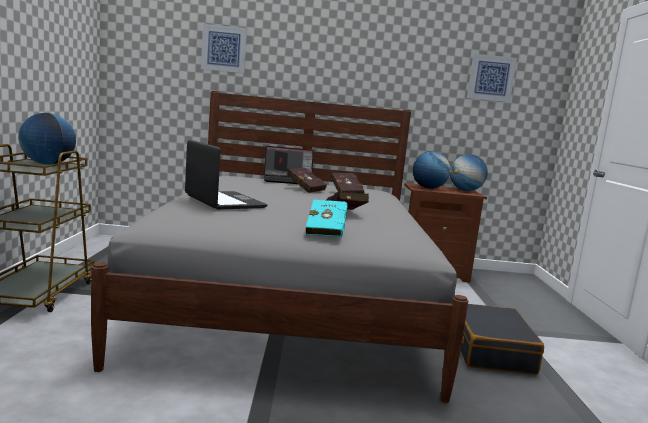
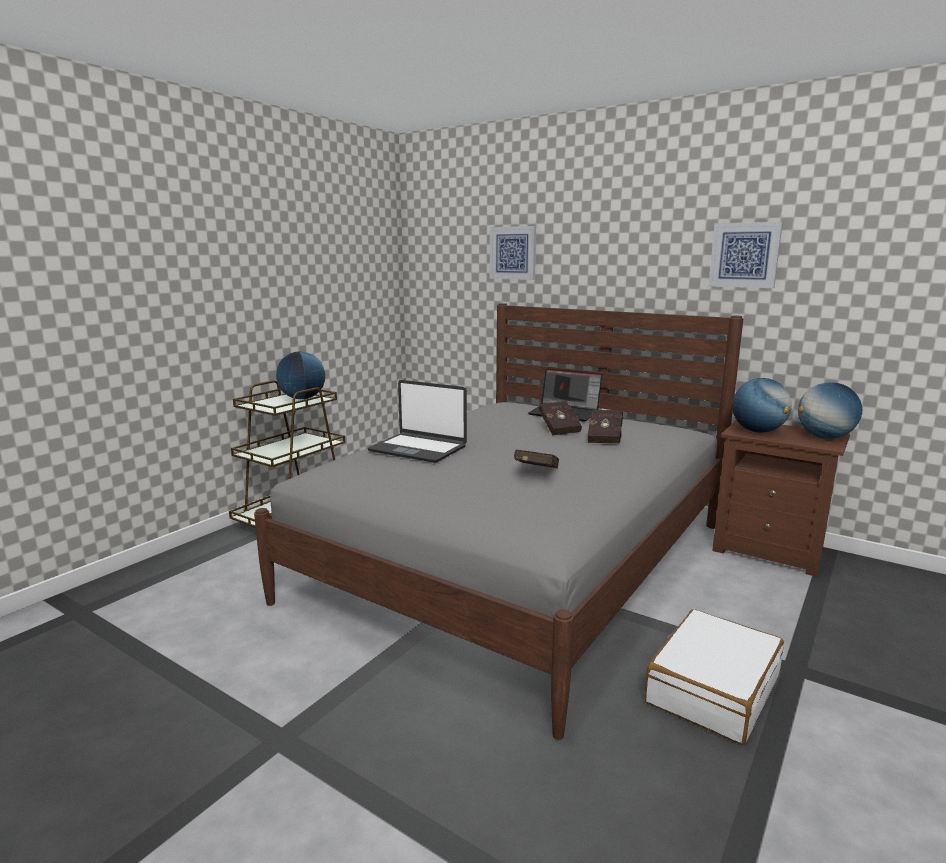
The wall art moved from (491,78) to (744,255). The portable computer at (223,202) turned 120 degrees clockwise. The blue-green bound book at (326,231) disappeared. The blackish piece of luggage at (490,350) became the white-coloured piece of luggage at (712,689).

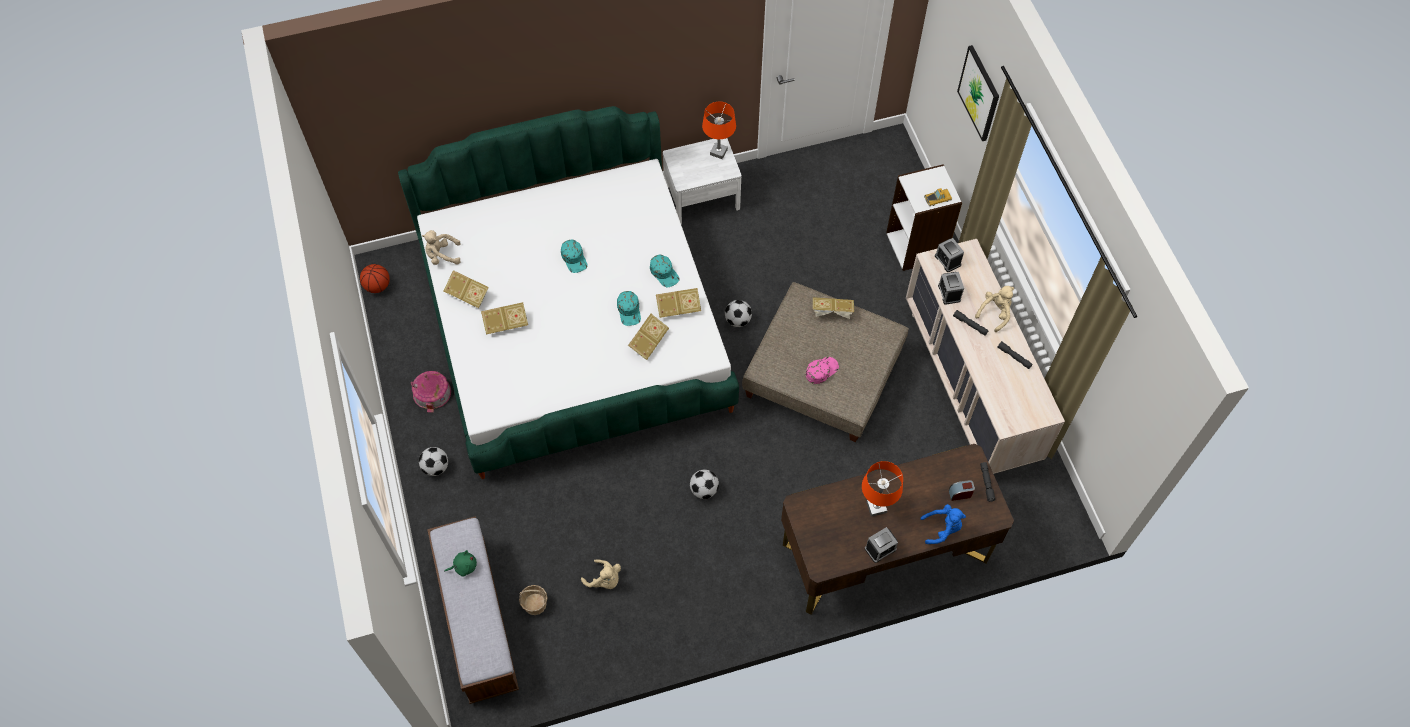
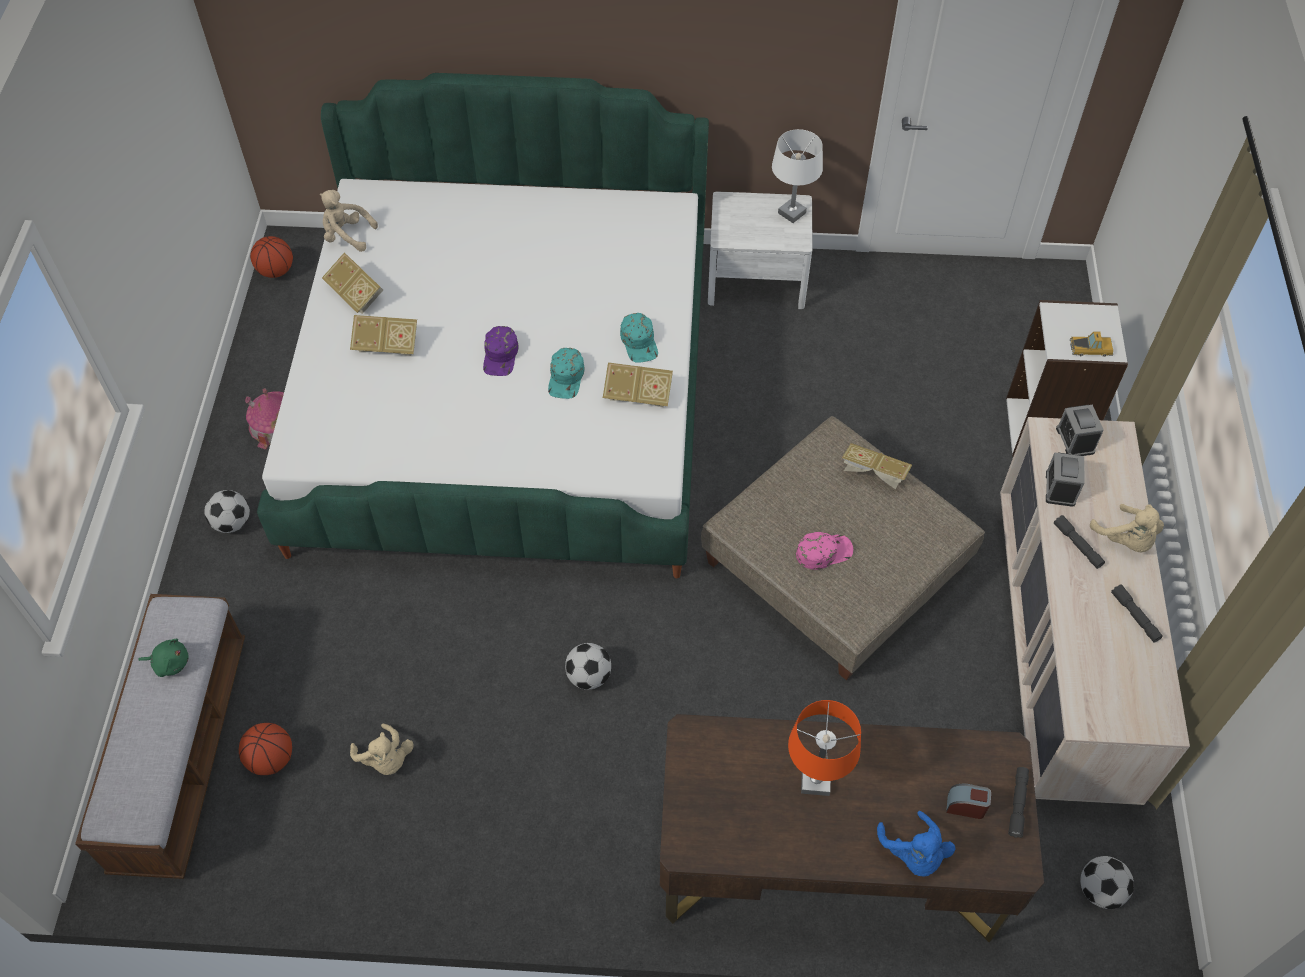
The wall art at (979,93) disappeared. The orange-coloured table lamp at (718,152) became the white-coloured table lamp at (791,213). The blue-green cap at (574,258) disappeared. The sand-coloured plush toy at (995,313) turned 90 degrees clockwise. The football ball moved from (738,320) to (1100,890). The bound book at (648,342) disappeared. The blue-coloured plush toy at (942,528) turned 60 degrees clockwise. The alarm clock at (880,549) disappeared. The storage basket at (535,604) was replaced by the basketball at (271,759). The purplish cap at (501,356) appeared.

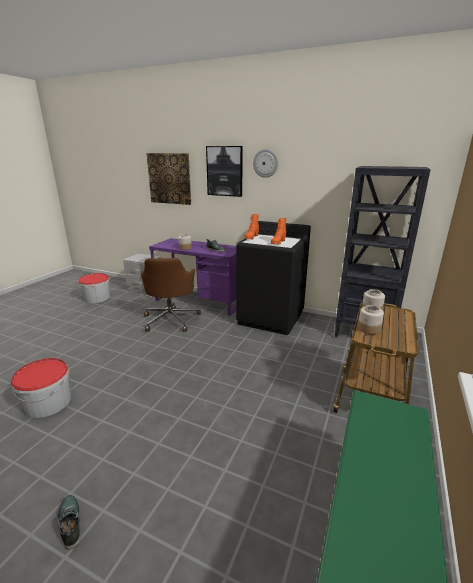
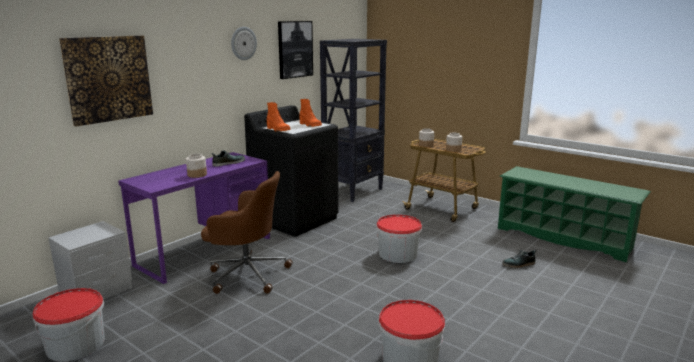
The wall art moved from (225,171) to (295,49). The low shoe moved from (70,523) to (519,264). The bucket at (398,254) appeared.

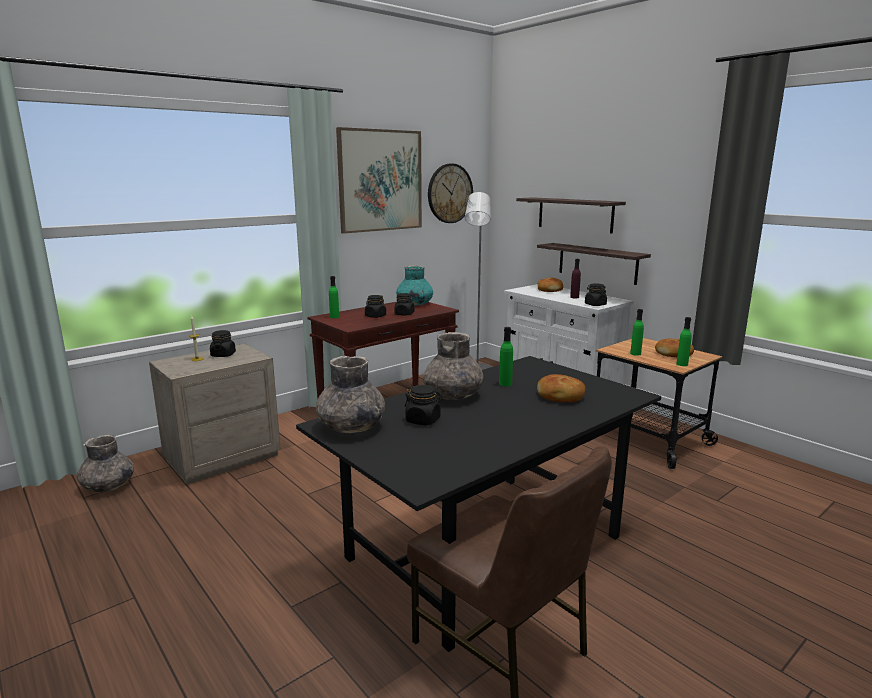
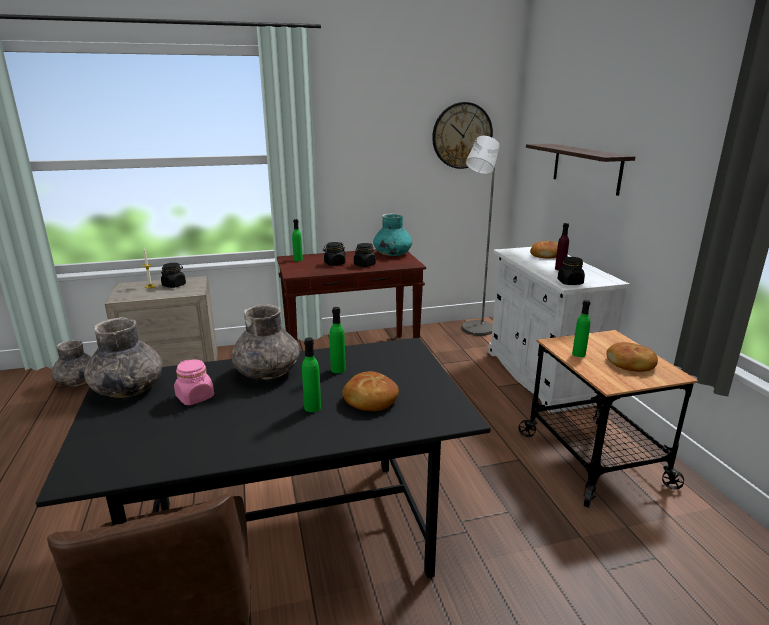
The wall art at (380,180) disappeared. The wall shelf at (597,263) disappeared. The green bottle moved from (682,364) to (312,407). The blackish jar at (423,420) became the pink-coloured jar at (195,397).

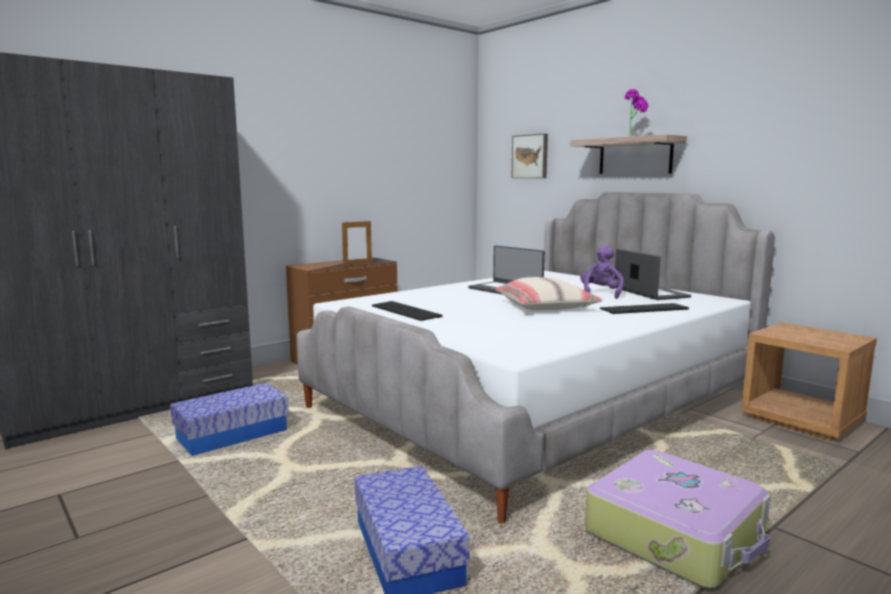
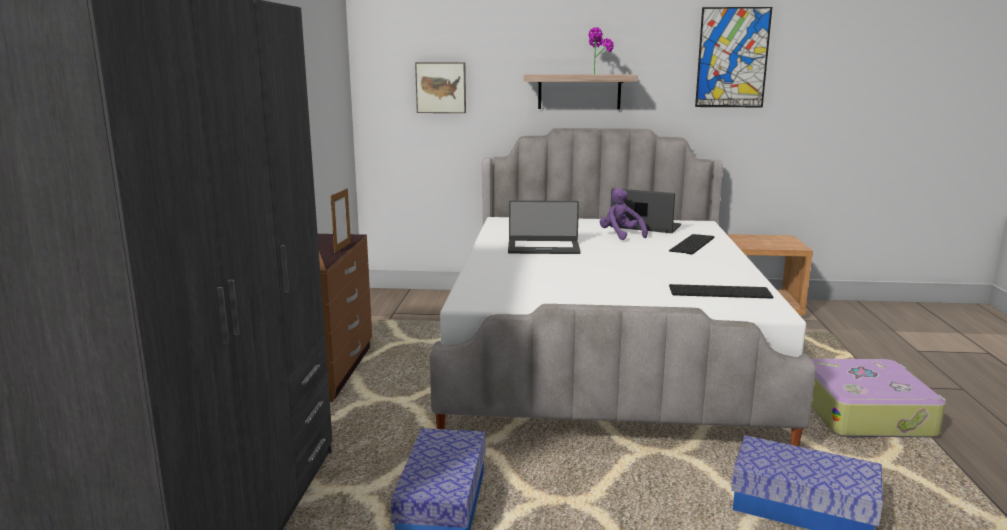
The sand-coloured throw pillow at (545,307) disappeared. The computer keyboard moved from (407,311) to (720,291). The wall art at (732,58) appeared.

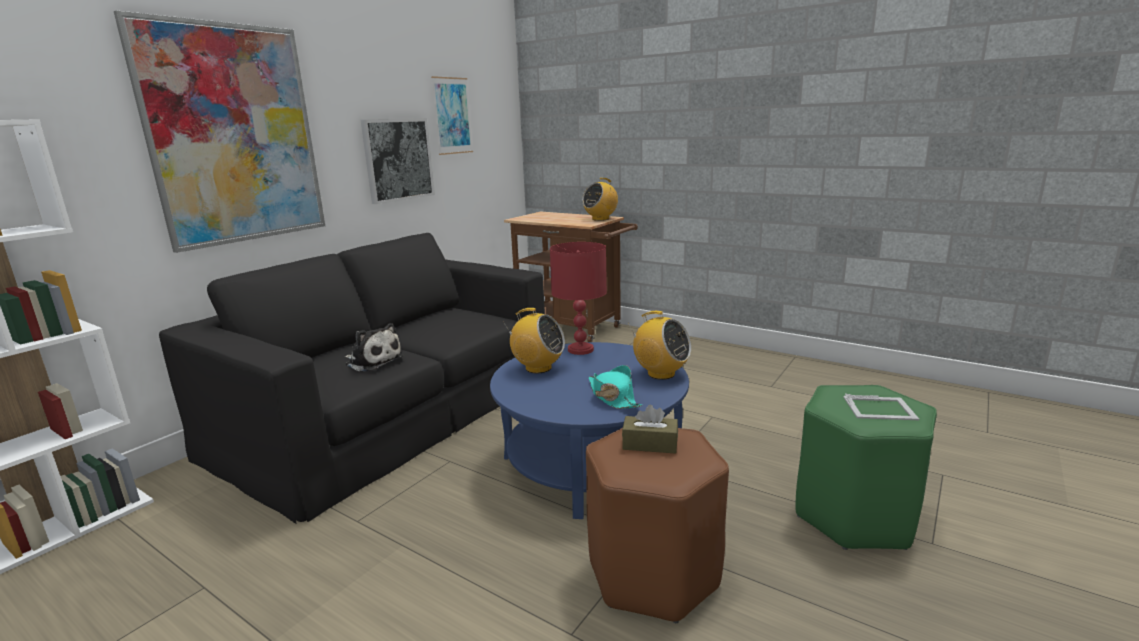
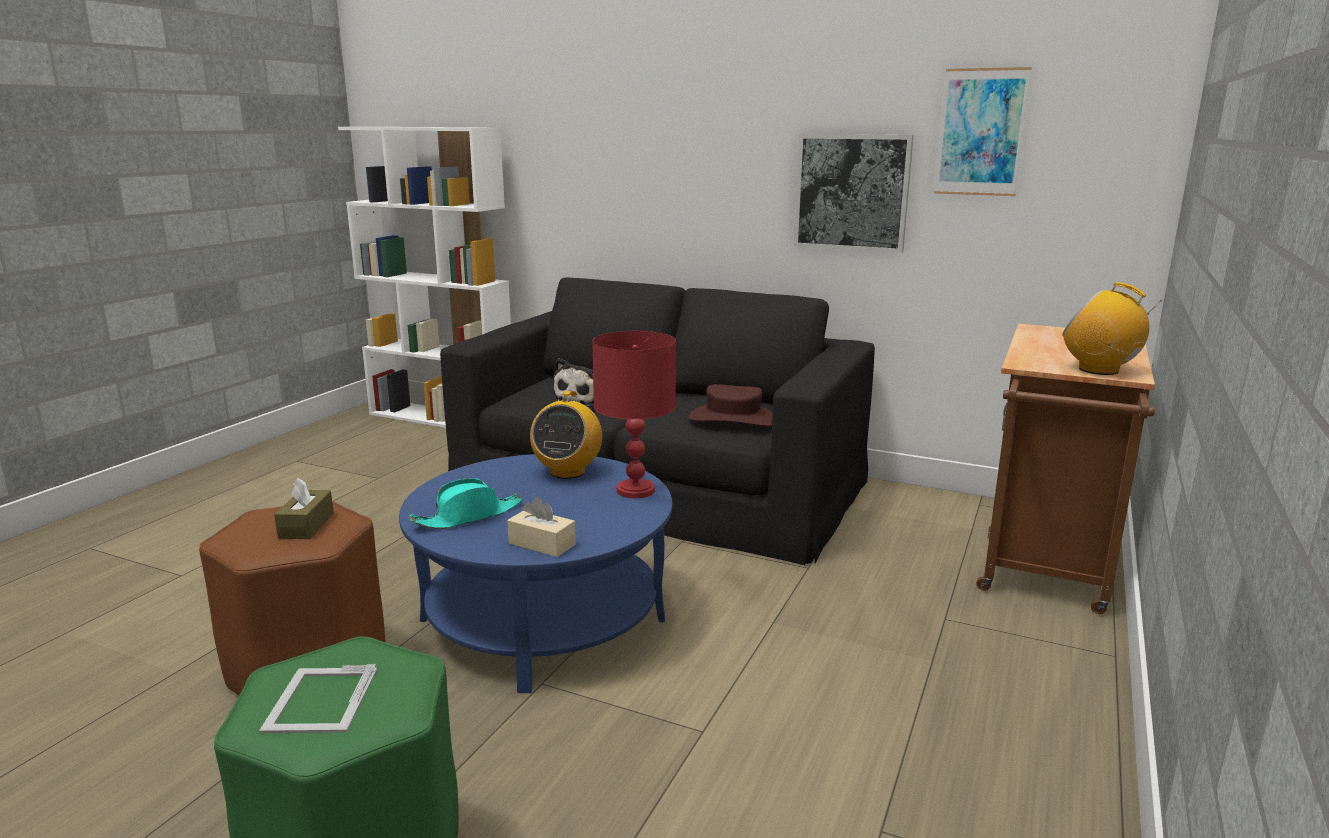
The wall art at (234,135) disappeared. The radio at (660,374) was replaced by the sand-coloured tissue box at (542,544). The brownish clothing hat at (733,419) appeared.

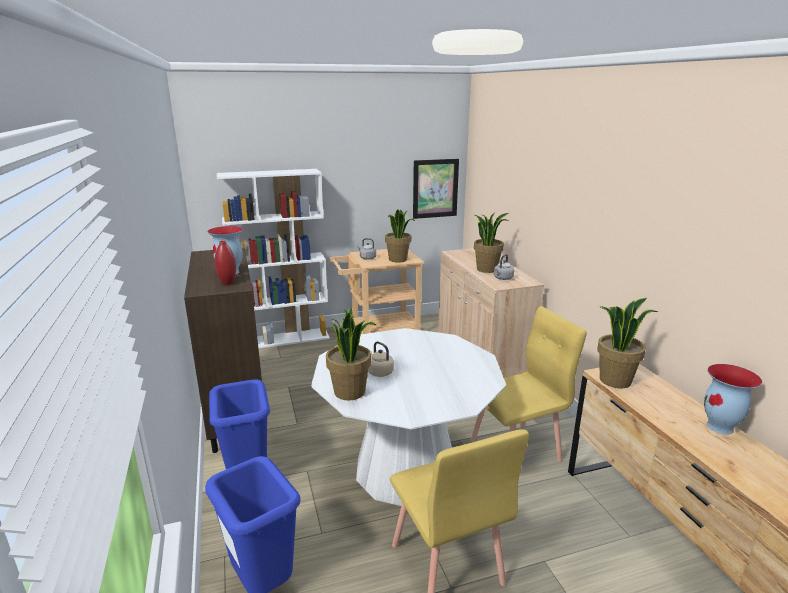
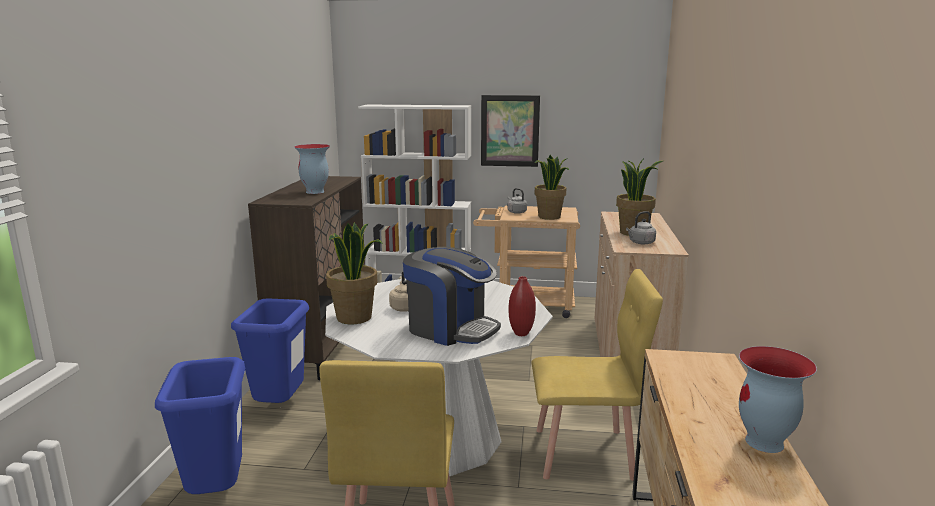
The wall art moved from (435,188) to (510,131). The reddish decorative vase moved from (227,283) to (521,333). The houseplant at (615,380) disappeared. The coffee brewer at (450,329) appeared.

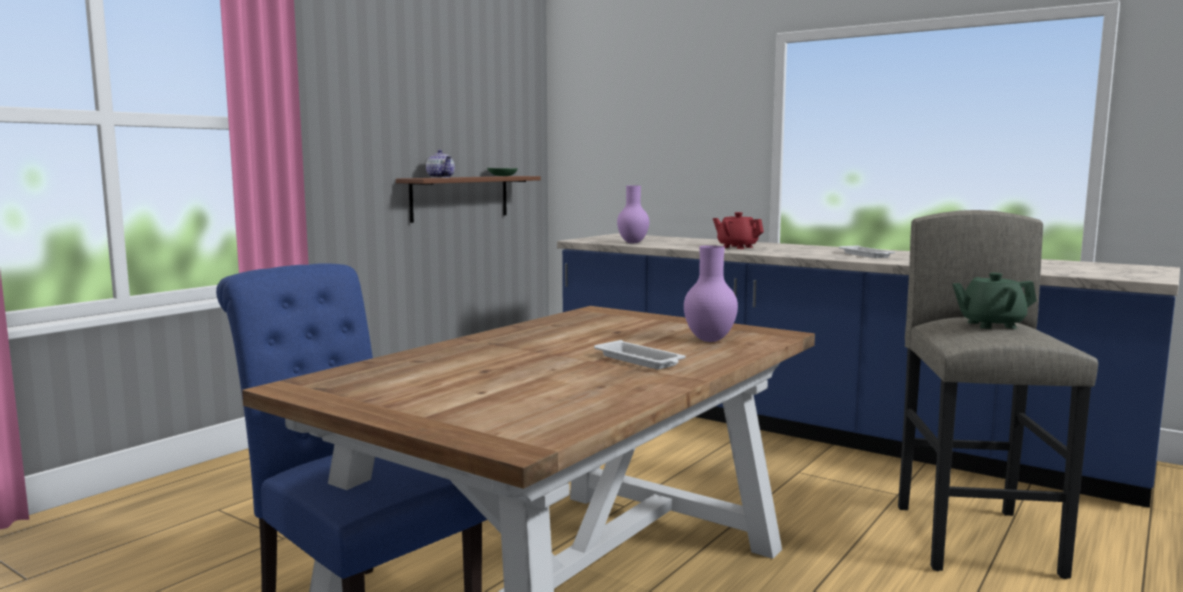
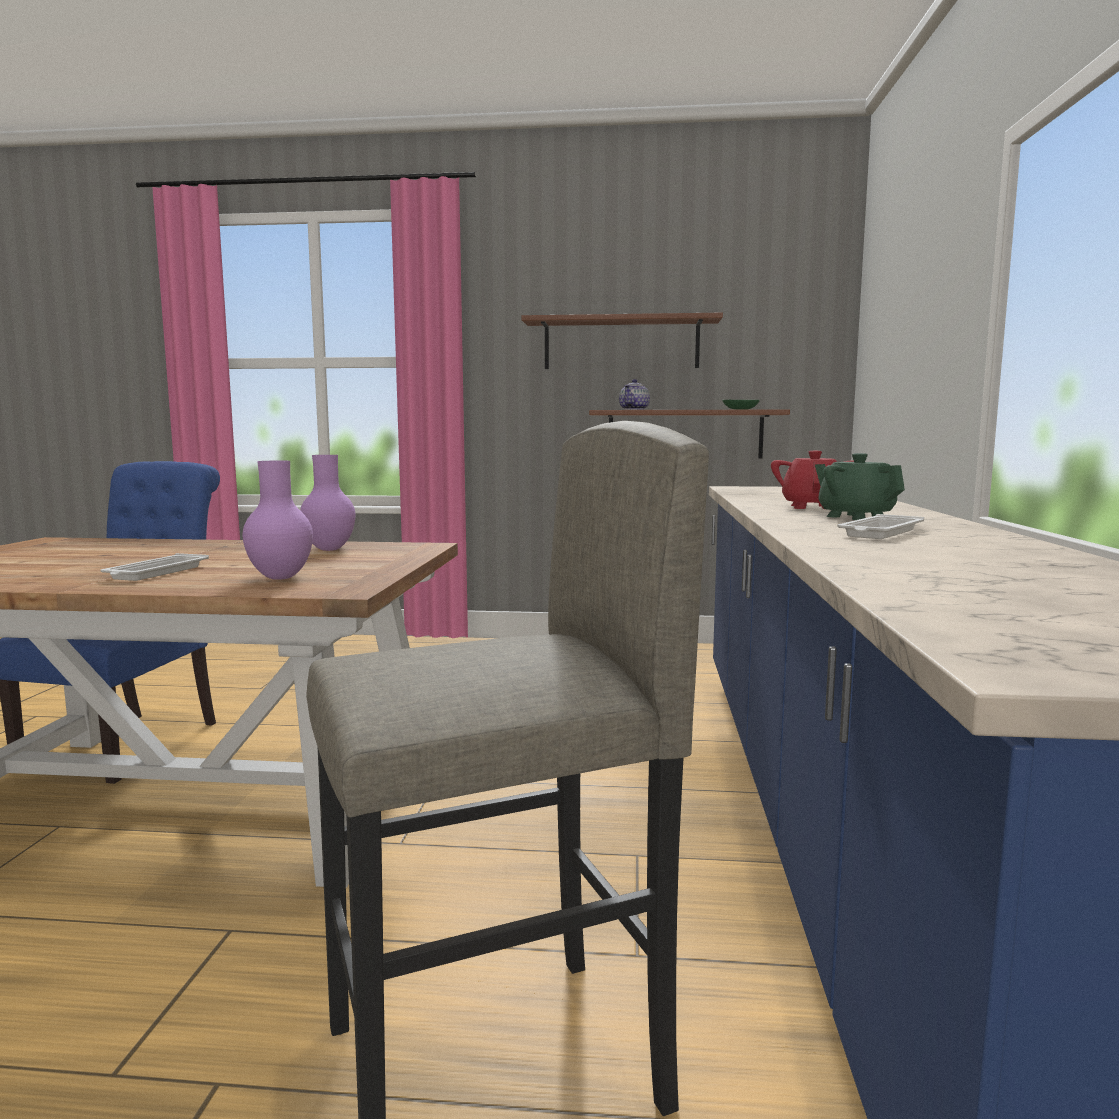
The purplish decorative vase moved from (632,242) to (330,549). The green tea pot moved from (991,325) to (855,517). The brownish wall shelf at (621,344) appeared.

